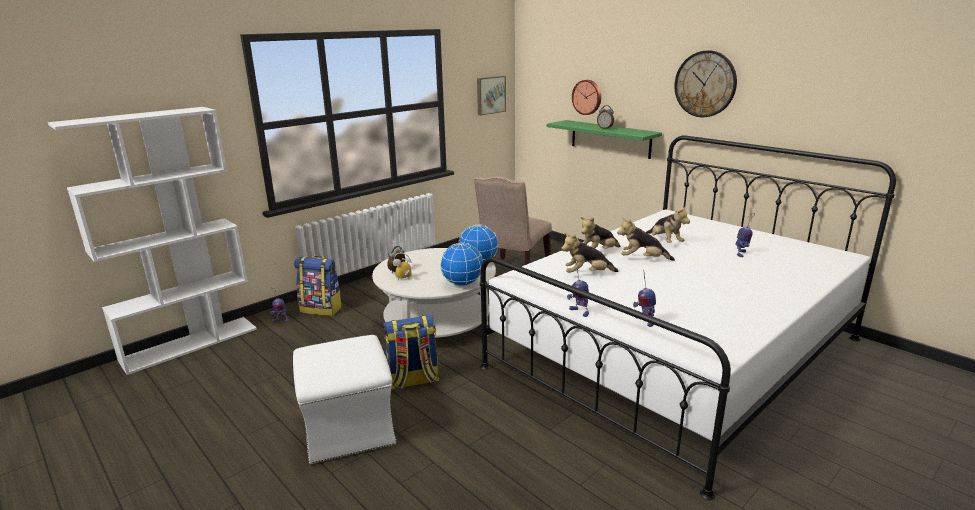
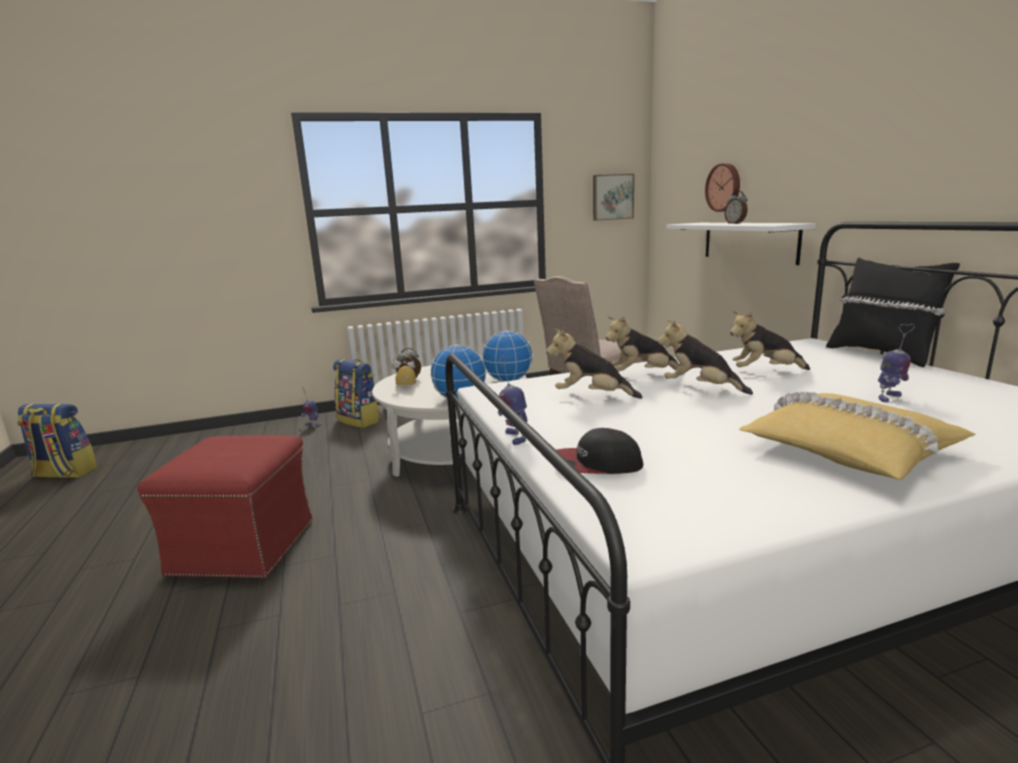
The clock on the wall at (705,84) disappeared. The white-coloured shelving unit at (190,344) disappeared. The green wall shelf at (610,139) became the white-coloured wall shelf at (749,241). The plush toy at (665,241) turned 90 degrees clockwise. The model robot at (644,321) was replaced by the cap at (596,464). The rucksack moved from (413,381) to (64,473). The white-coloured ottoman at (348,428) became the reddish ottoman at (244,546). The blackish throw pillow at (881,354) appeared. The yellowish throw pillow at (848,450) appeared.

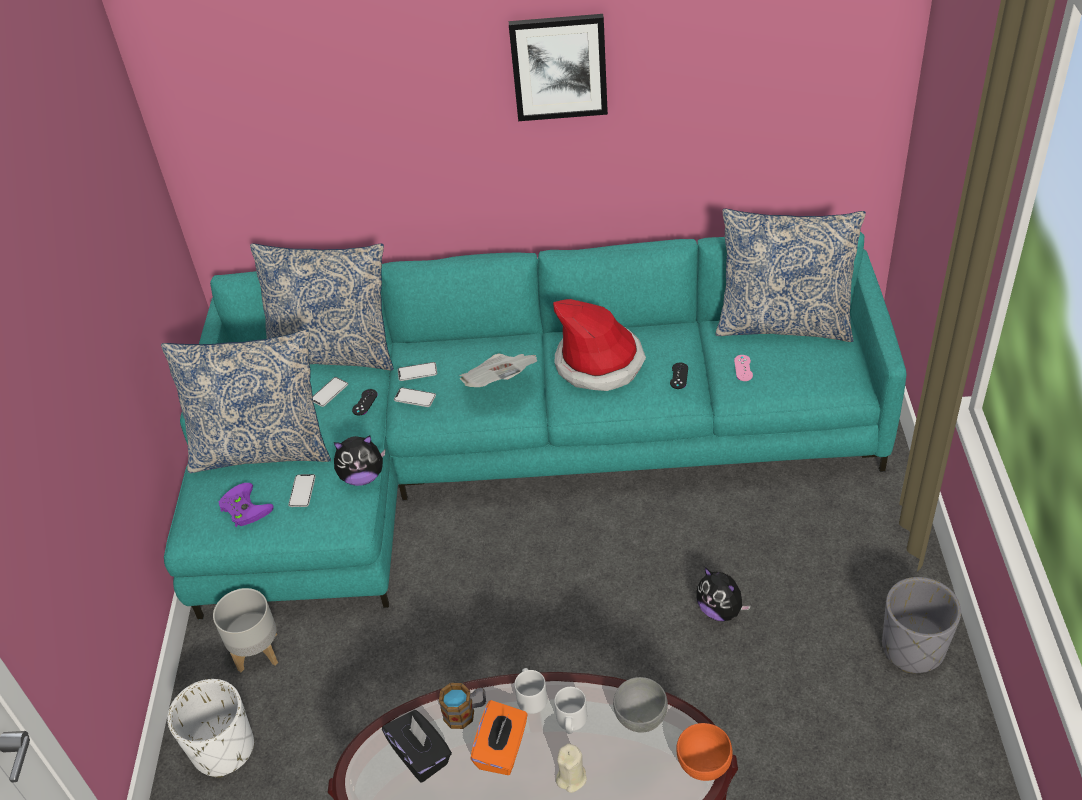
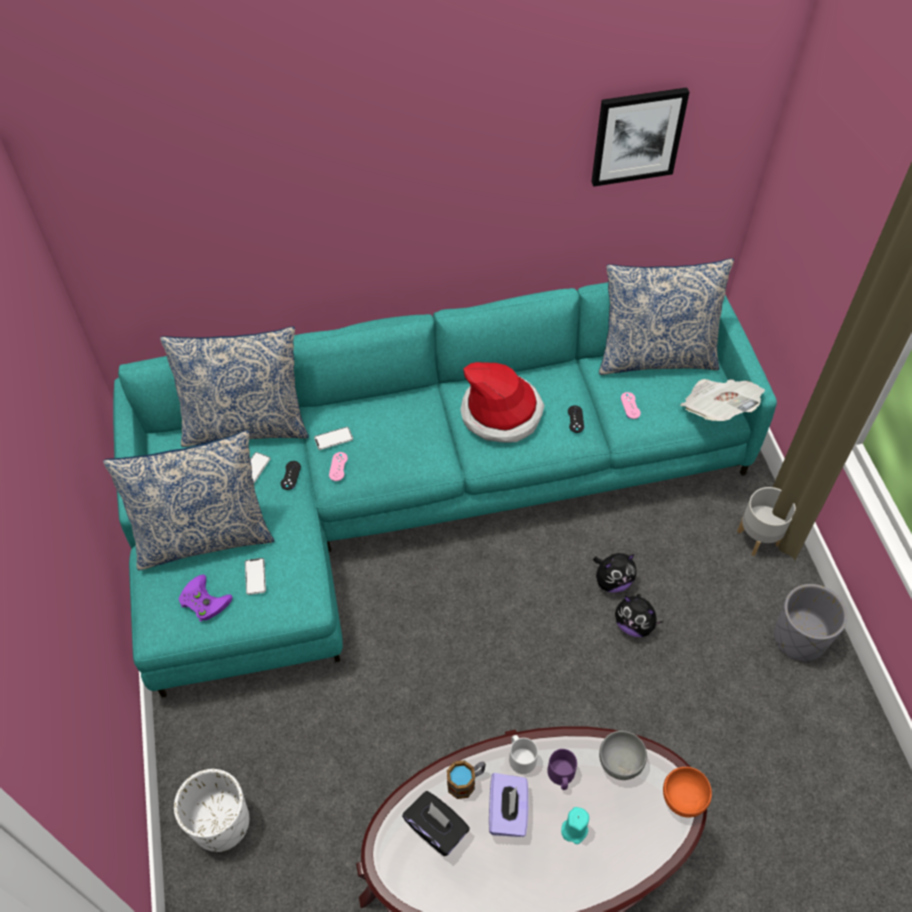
The wall art moved from (559,67) to (637,136). The daily paper moved from (500,384) to (717,409). The telephone at (415,398) was replaced by the pink-coloured gamepad at (338,466). The plush toy moved from (362,477) to (612,581). The gray plant pot moved from (258,652) to (759,538). The gray tea mug at (571,721) became the purplish tea mug at (561,776). The orange-coloured tissue box at (502,750) became the purplish tissue box at (507,812). The sand-coloured candle at (571,777) became the blue-green candle at (574,829).

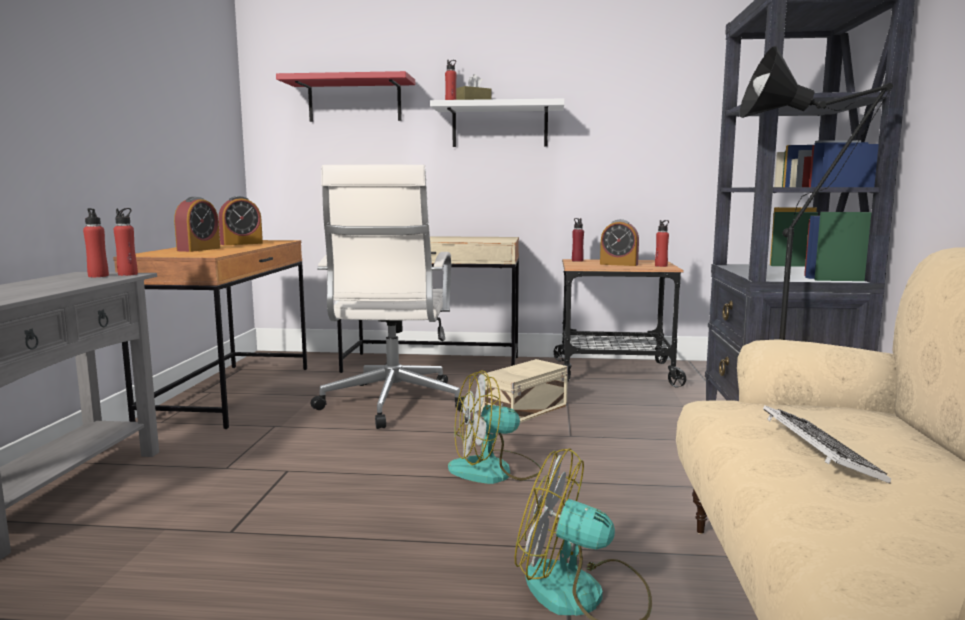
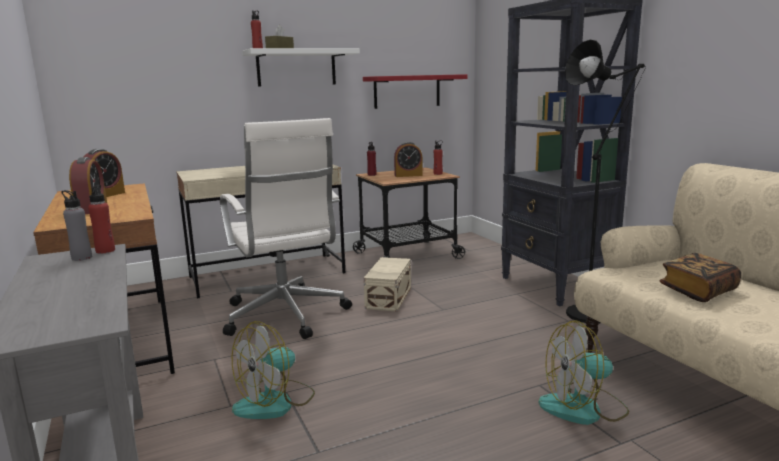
The reddish wall shelf moved from (354,100) to (407,91). The reddish bottle at (98,276) became the gray bottle at (81,258). The cooling fan moved from (495,471) to (275,402). The computer keyboard at (817,452) was replaced by the bound book at (698,291).

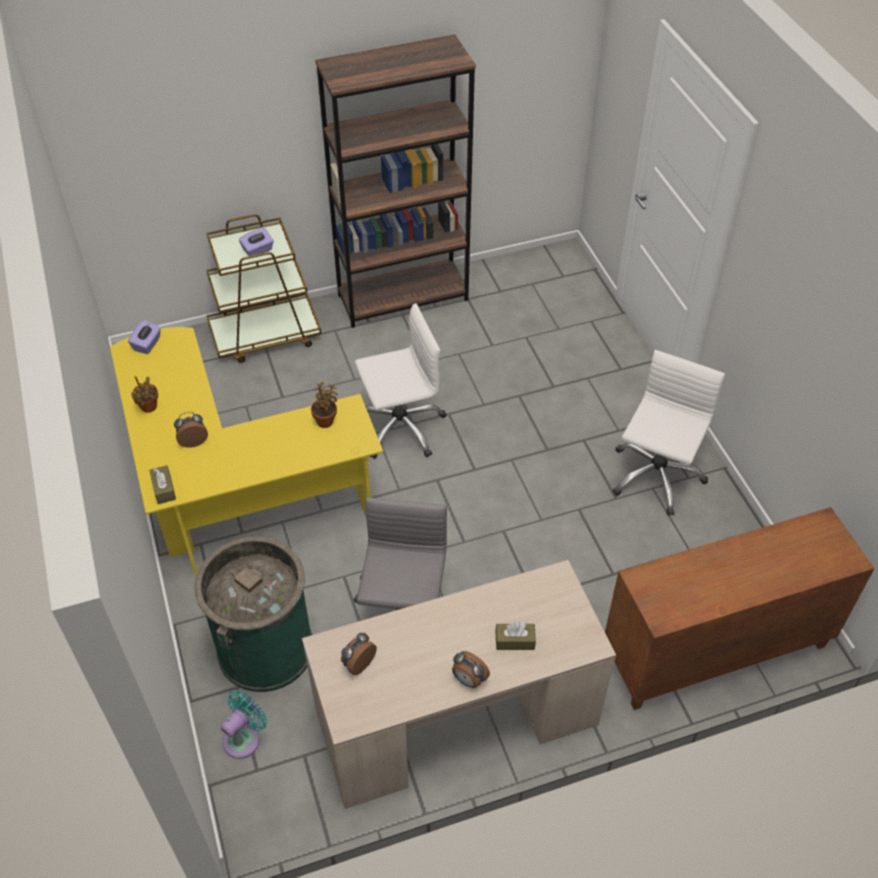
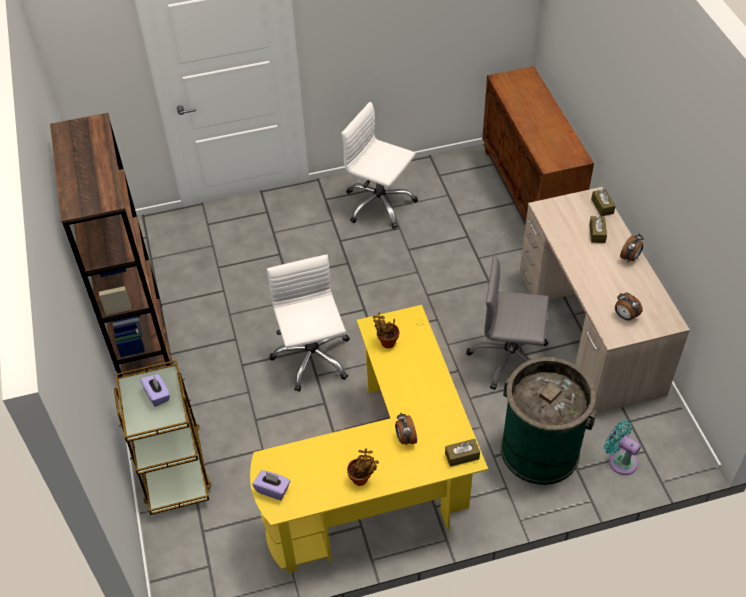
The brownish tissue box at (602,206) appeared.

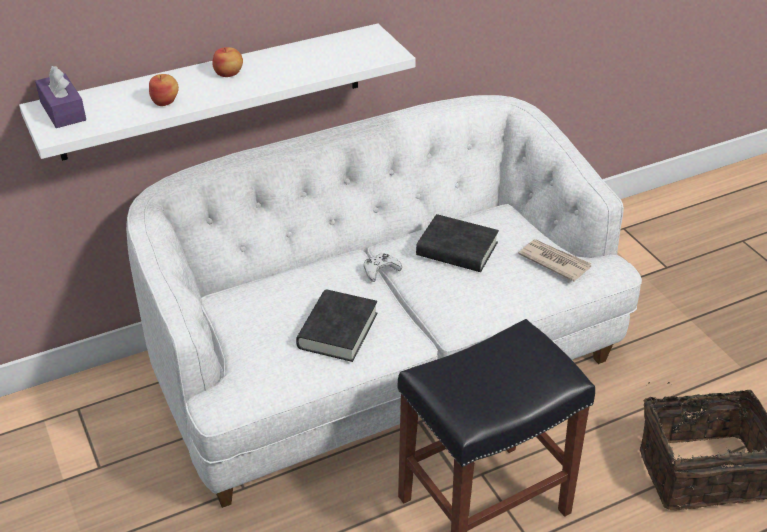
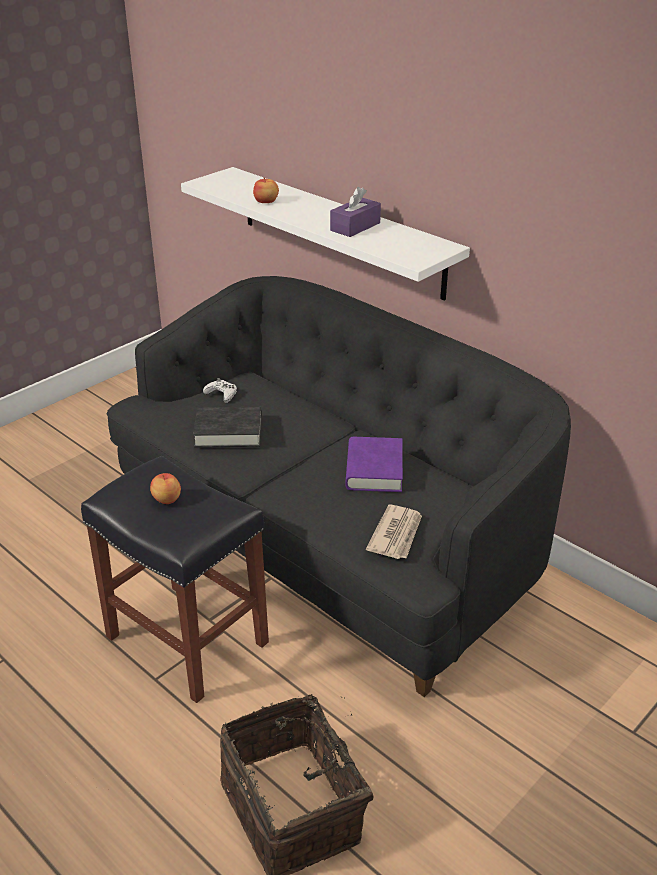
The apple moved from (229,74) to (166,499). The purplish tissue box moved from (63,111) to (355,227). The white-coloured couch at (384,366) became the blackish couch at (328,540). The blackish bound book at (457,249) became the purplish bound book at (374,470). The white-coloured gamepad moved from (380,270) to (222,394).

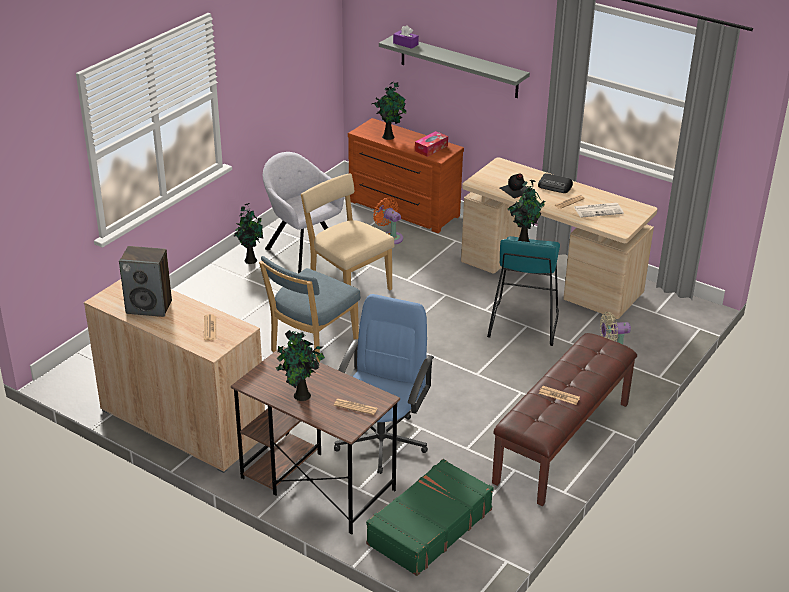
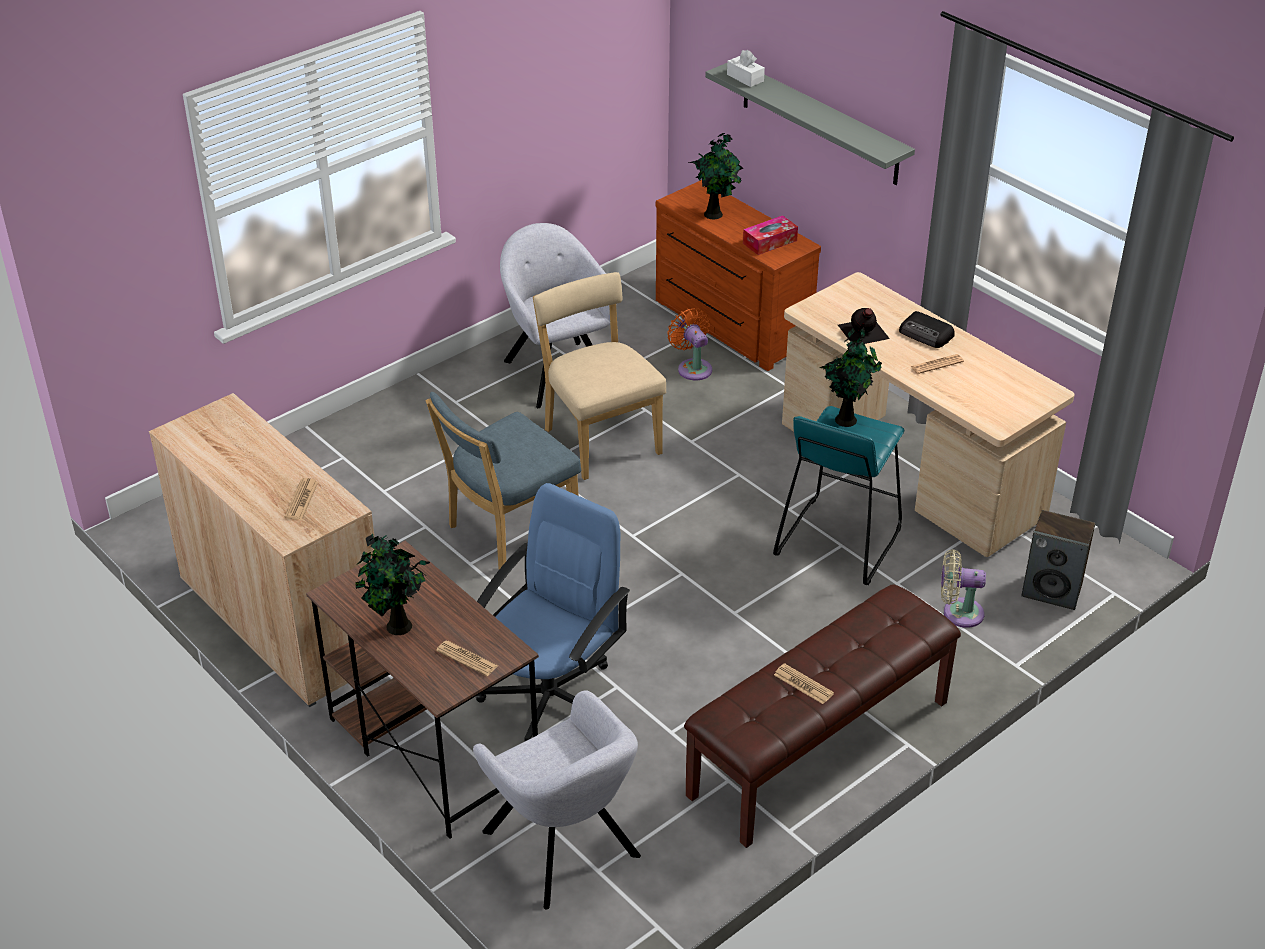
The purplish tissue box at (405,44) became the white-coloured tissue box at (745,78). The houseplant at (250,259) disappeared. The daily paper at (599,210) disappeared. The audio speaker moved from (149,307) to (1052,591). The green piece of luggage at (428,527) was replaced by the gray armchair at (565,848).

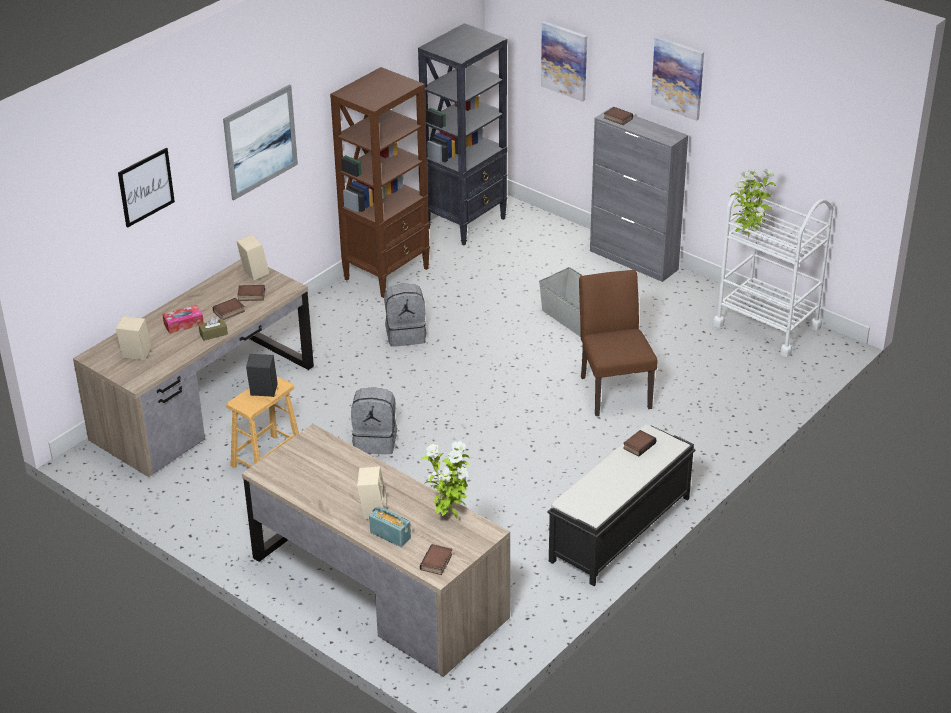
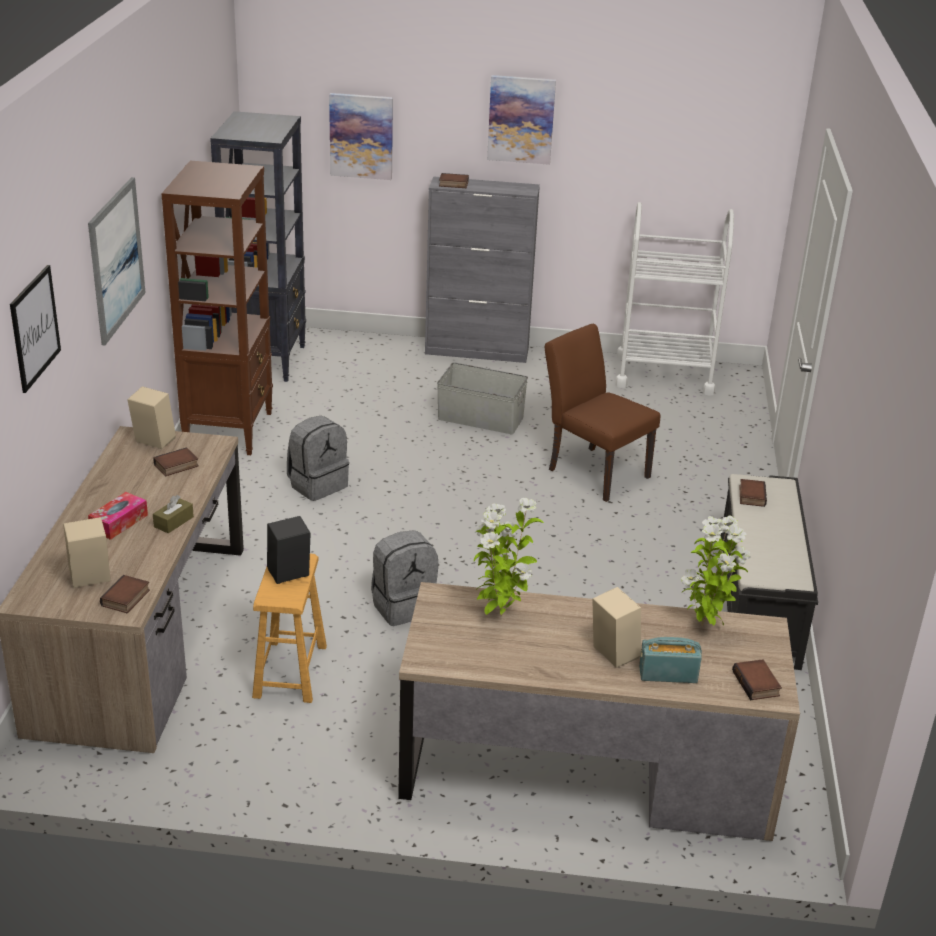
The houseplant moved from (748,237) to (499,615). The bound book moved from (229,312) to (126,599).

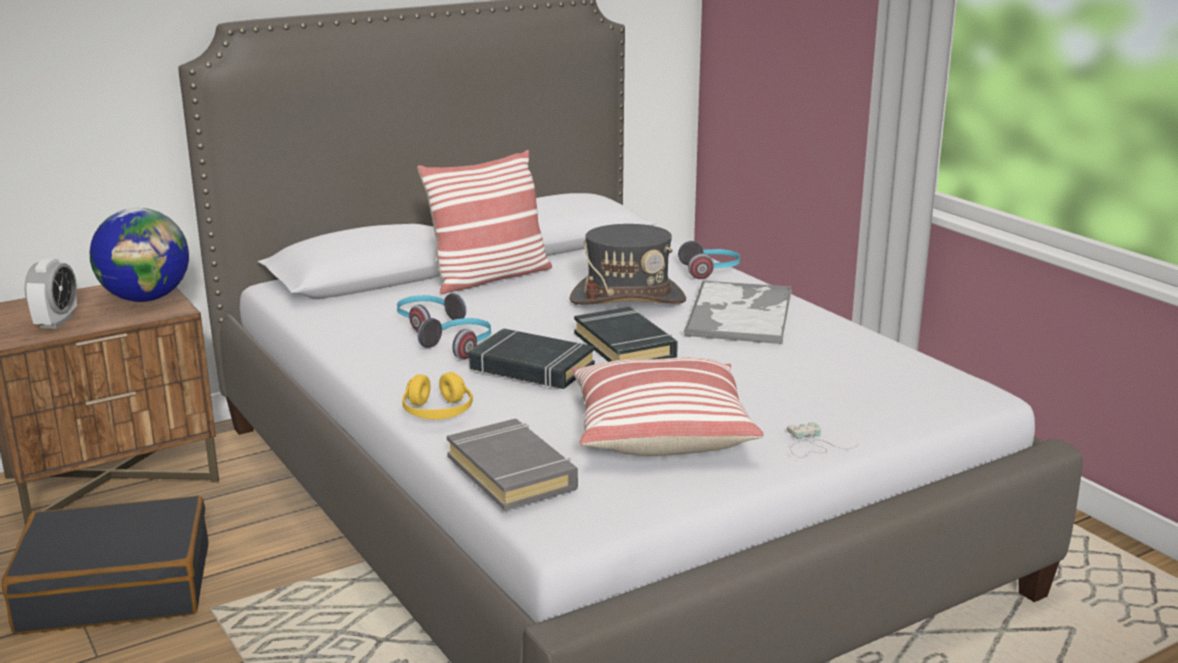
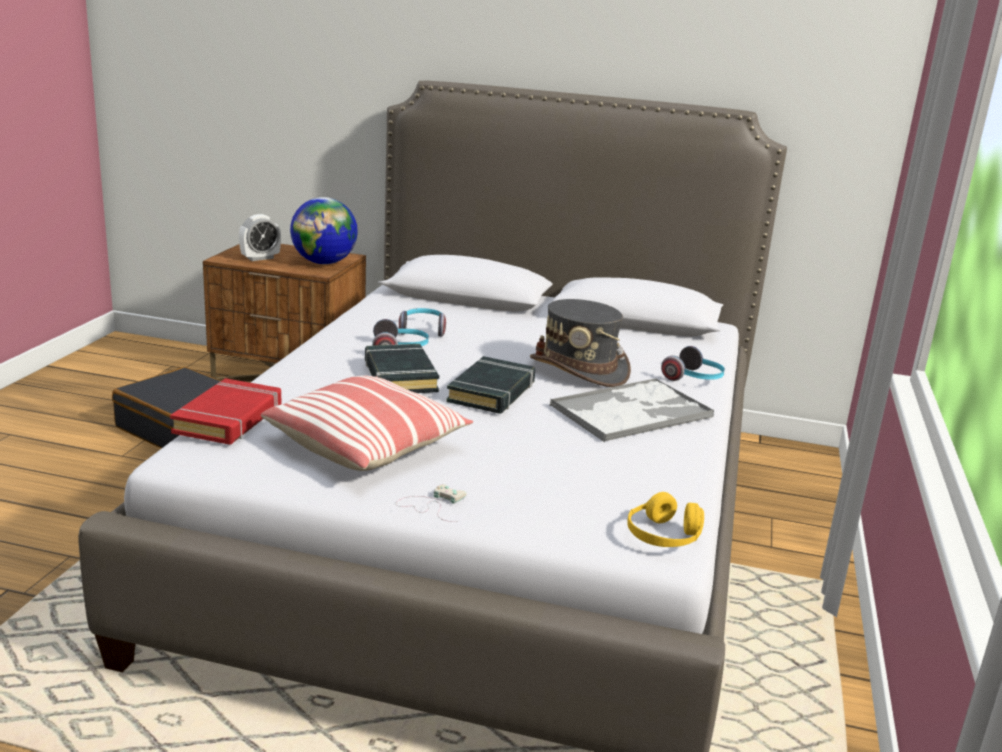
The throw pillow at (490,277) disappeared. The yellowish headset moved from (438,412) to (663,536). The gray bound book at (512,473) became the reddish bound book at (229,419).

